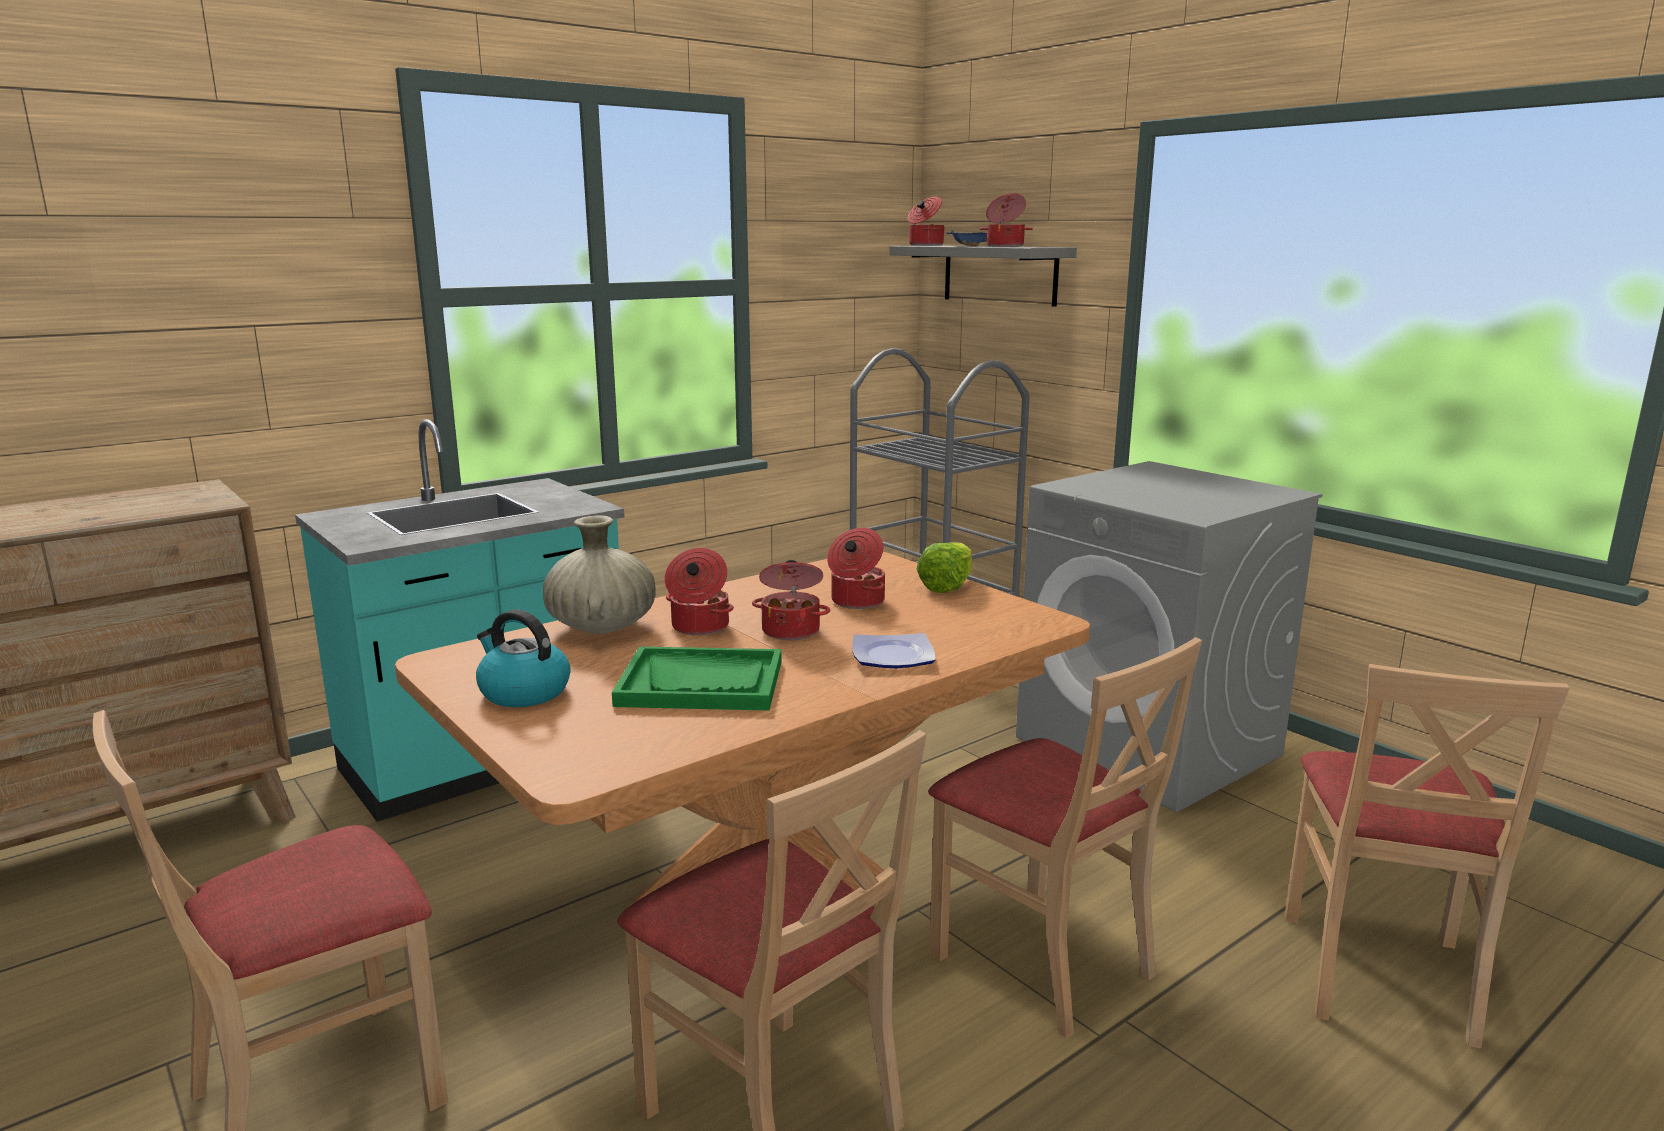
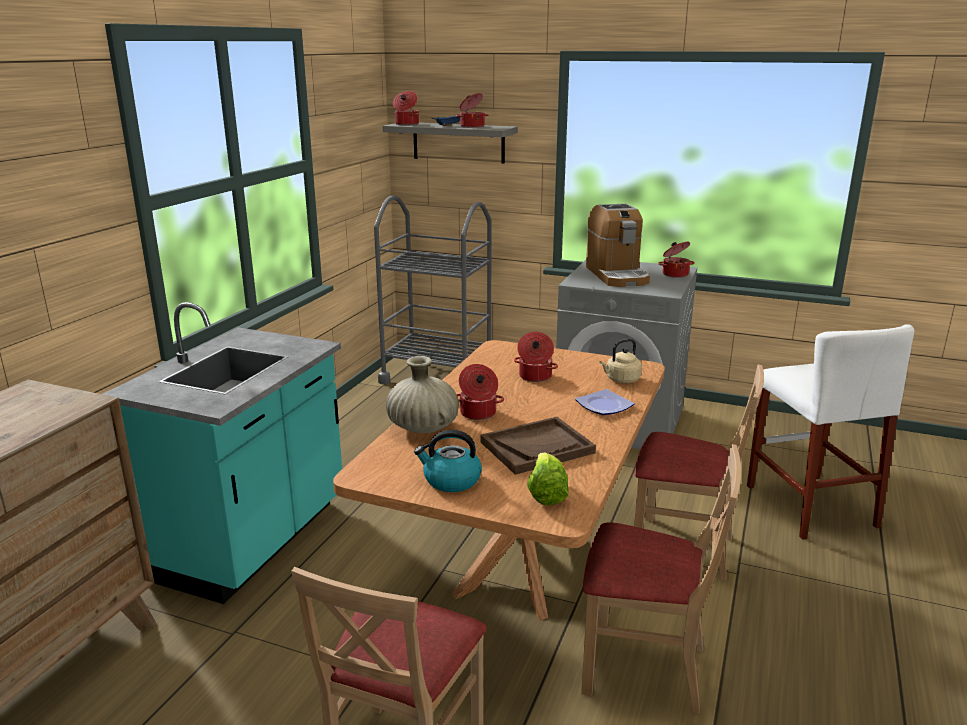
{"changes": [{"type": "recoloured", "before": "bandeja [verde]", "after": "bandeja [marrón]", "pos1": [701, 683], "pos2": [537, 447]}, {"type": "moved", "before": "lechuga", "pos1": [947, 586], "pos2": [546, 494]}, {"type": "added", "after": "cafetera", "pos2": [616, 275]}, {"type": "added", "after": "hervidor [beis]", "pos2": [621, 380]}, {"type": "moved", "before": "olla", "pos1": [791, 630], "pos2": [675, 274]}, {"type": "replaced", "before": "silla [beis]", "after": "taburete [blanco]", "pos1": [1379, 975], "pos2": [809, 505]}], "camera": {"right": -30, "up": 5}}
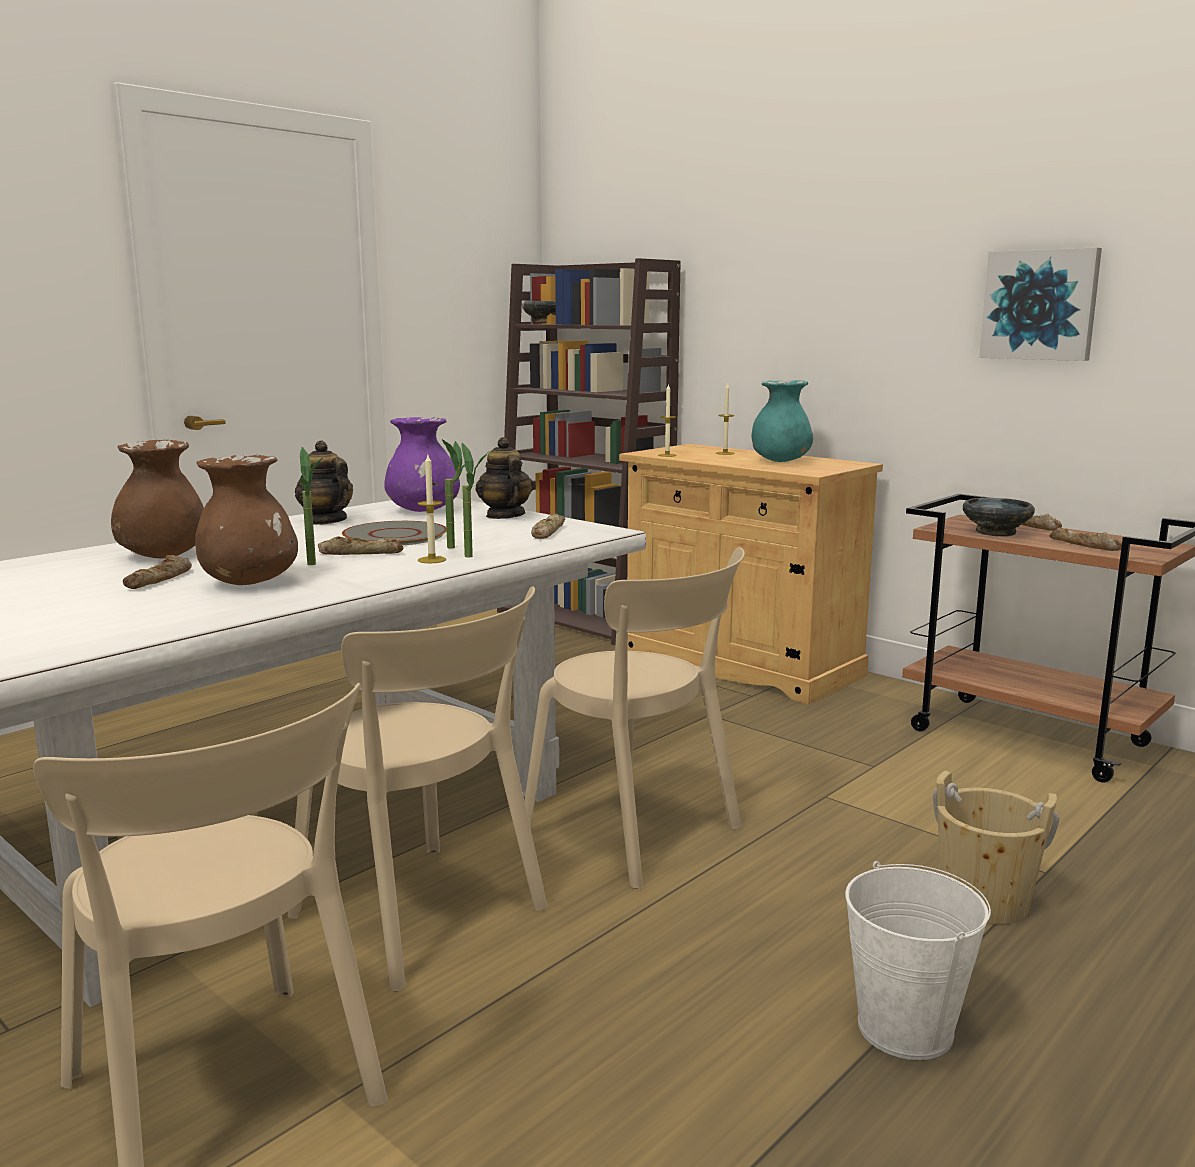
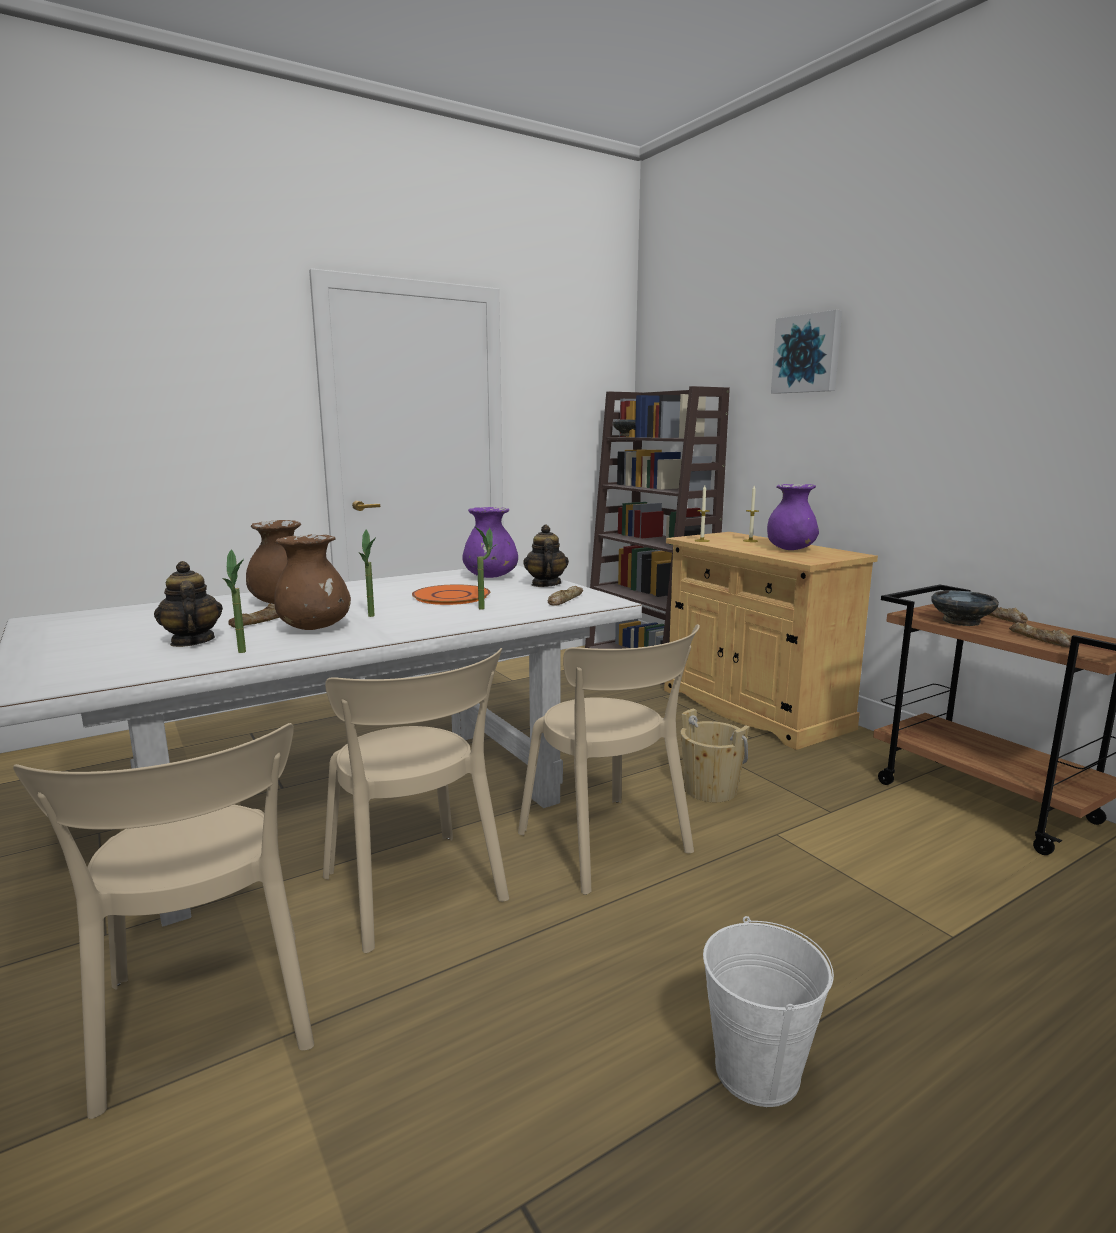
{"changes": [{"type": "moved", "before": "tetera", "pos1": [326, 521], "pos2": [192, 641]}, {"type": "moved", "before": "planta en maceta", "pos1": [474, 557], "pos2": [243, 653]}, {"type": "recoloured", "before": "plato [gris]", "after": "plato [naranja]", "pos1": [396, 536], "pos2": [452, 596]}, {"type": "moved", "before": "cubo [beis]", "pos1": [984, 901], "pos2": [710, 790]}, {"type": "recoloured", "before": "florero [turquesa]", "after": "florero [morado]", "pos1": [781, 461], "pos2": [790, 549]}, {"type": "moved", "before": "cuadro", "pos1": [1040, 305], "pos2": [807, 354]}, {"type": "removed", "before": "pan", "pos1": [360, 553]}, {"type": "removed", "before": "vela", "pos1": [432, 560]}], "camera": {"right": 15, "up": 0}}
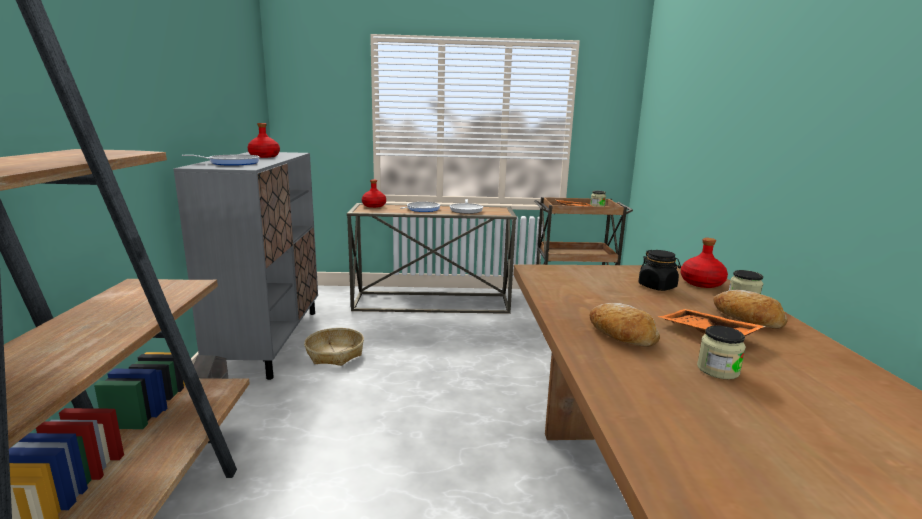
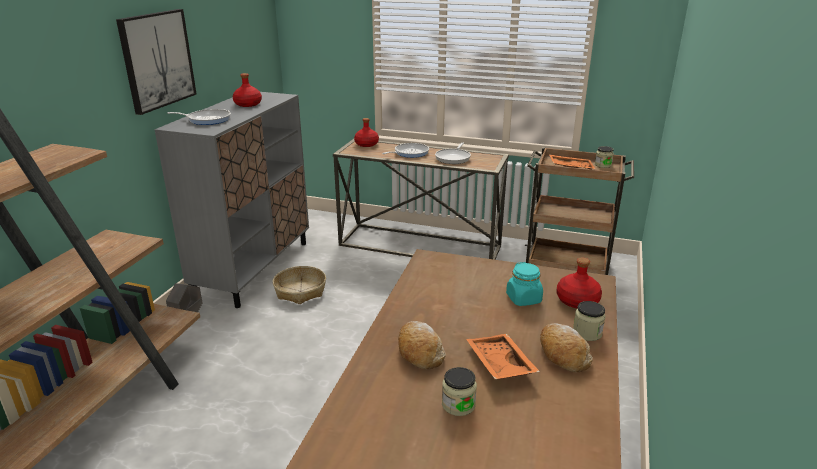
{"changes": [{"type": "added", "after": "cuadro", "pos2": [157, 60]}, {"type": "recoloured", "before": "tarro [negro]", "after": "tarro [turquesa]", "pos1": [657, 286], "pos2": [524, 299]}], "camera": {"right": 20, "up": 10}}
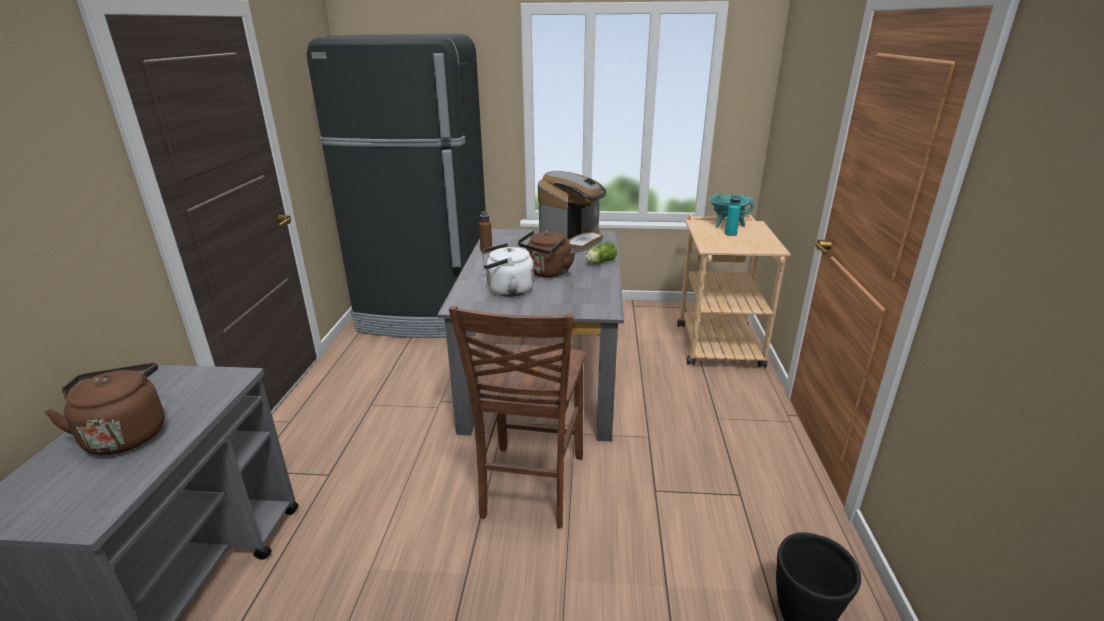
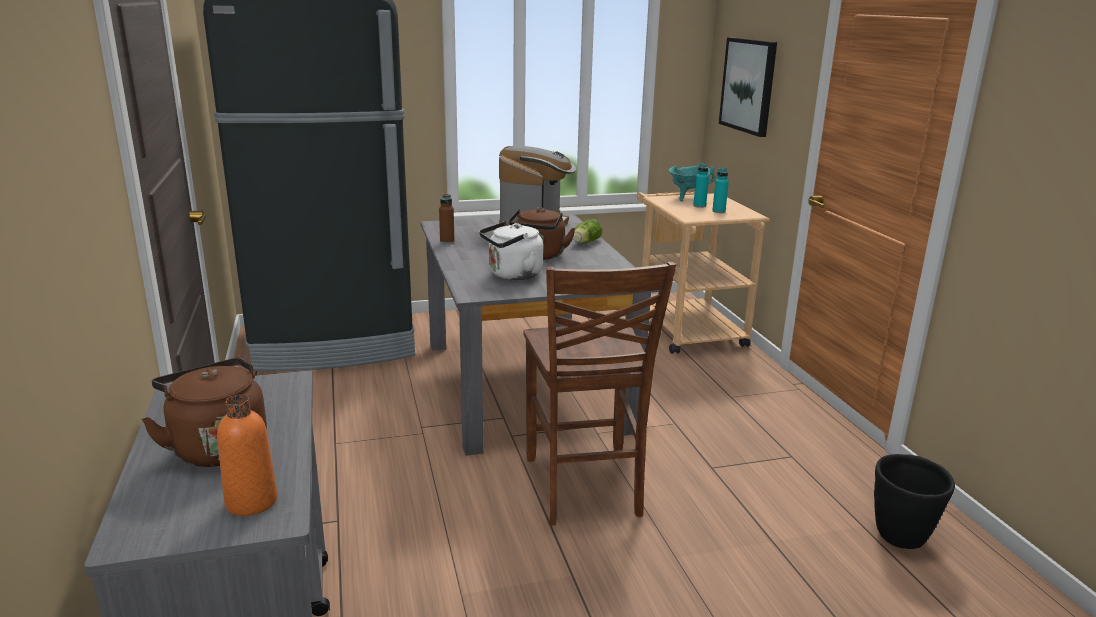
{"changes": [{"type": "added", "after": "botella [naranja]", "pos2": [251, 502]}, {"type": "added", "after": "botella [turquesa]", "pos2": [718, 211]}, {"type": "added", "after": "cuadro", "pos2": [749, 85]}], "camera": {"right": -20, "up": -5}}
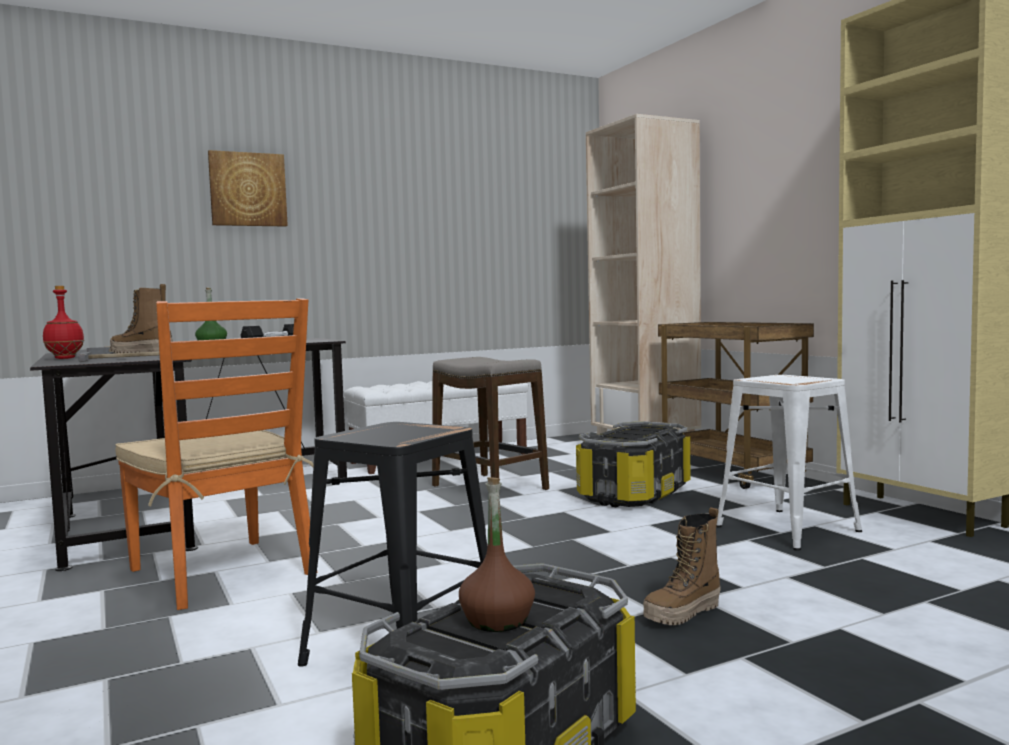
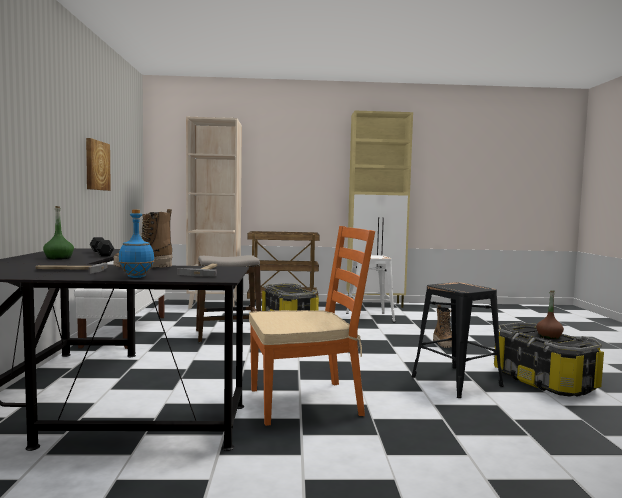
{"changes": [{"type": "moved", "before": "cuadro", "pos1": [247, 189], "pos2": [96, 165]}, {"type": "recoloured", "before": "botella [rojo]", "after": "botella [azul]", "pos1": [65, 358], "pos2": [136, 277]}], "camera": {"right": -65, "up": 0}}
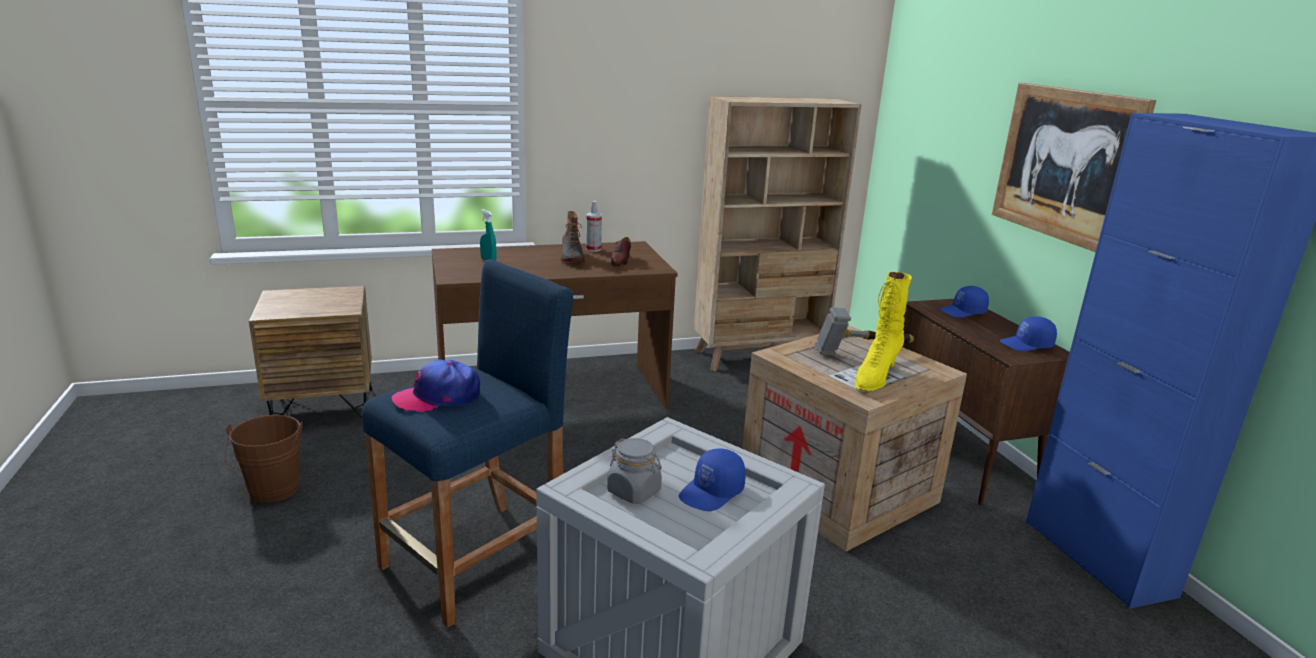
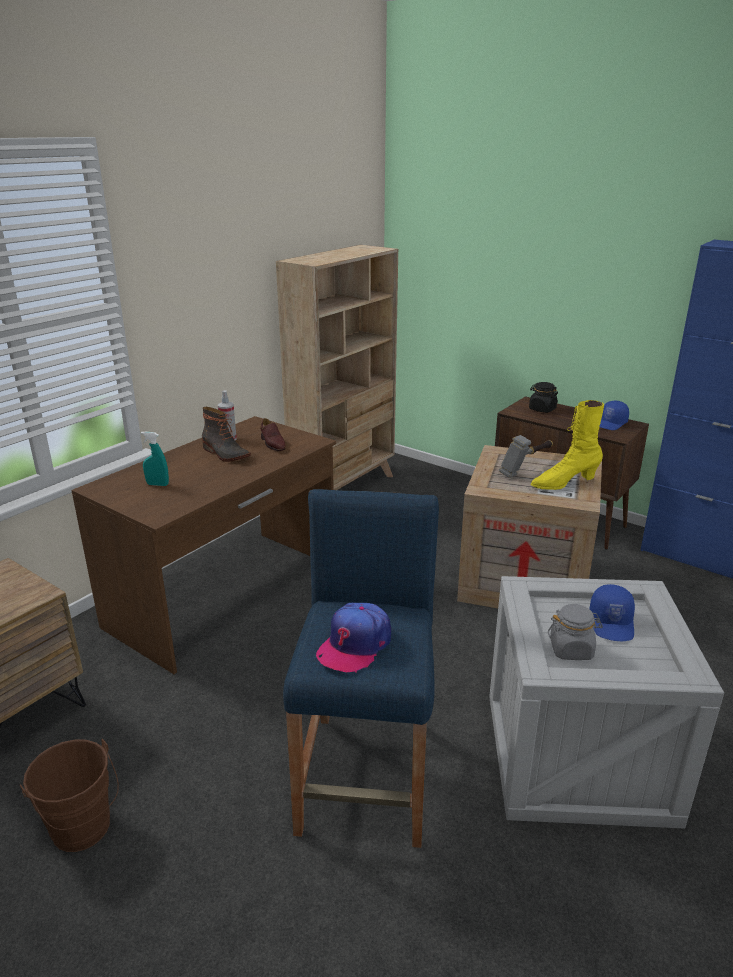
{"changes": [{"type": "replaced", "before": "gorra [azul]", "after": "tarro [negro]", "pos1": [963, 312], "pos2": [542, 409]}, {"type": "turned", "before": "bota [amarillo]", "pos1": [875, 377], "pos2": [564, 483], "turn": 75}, {"type": "removed", "before": "cuadro", "pos1": [1066, 164]}], "camera": {"right": -35, "up": 5}}
